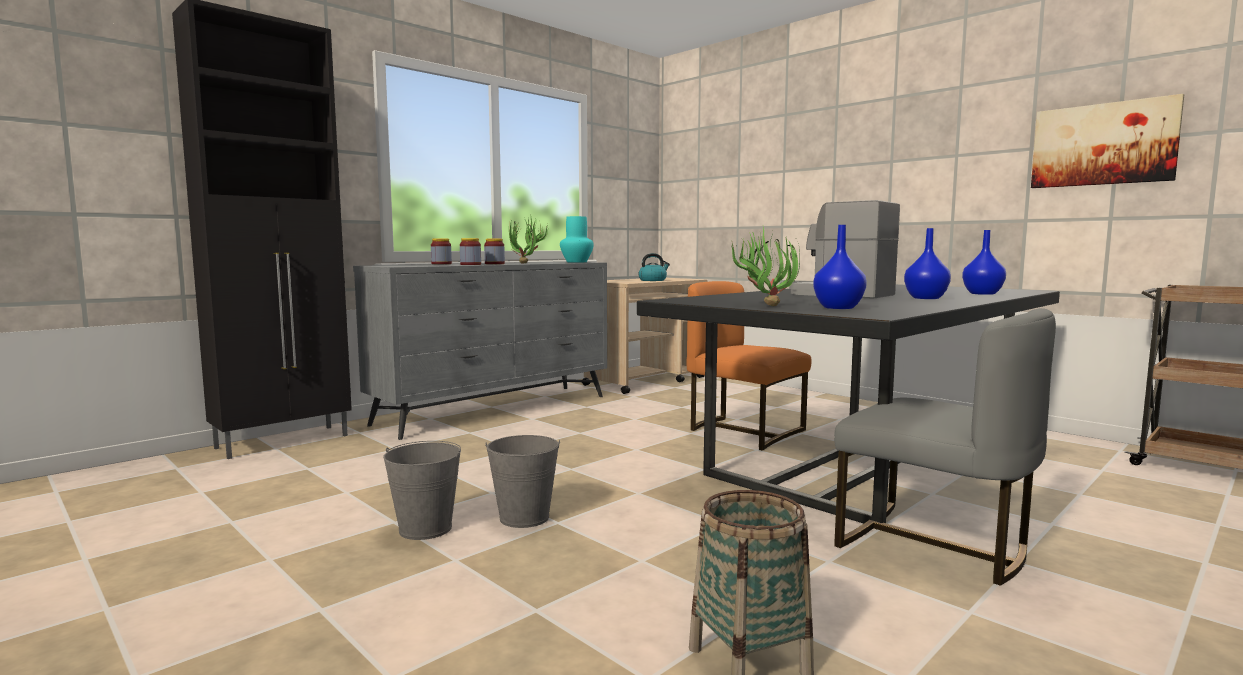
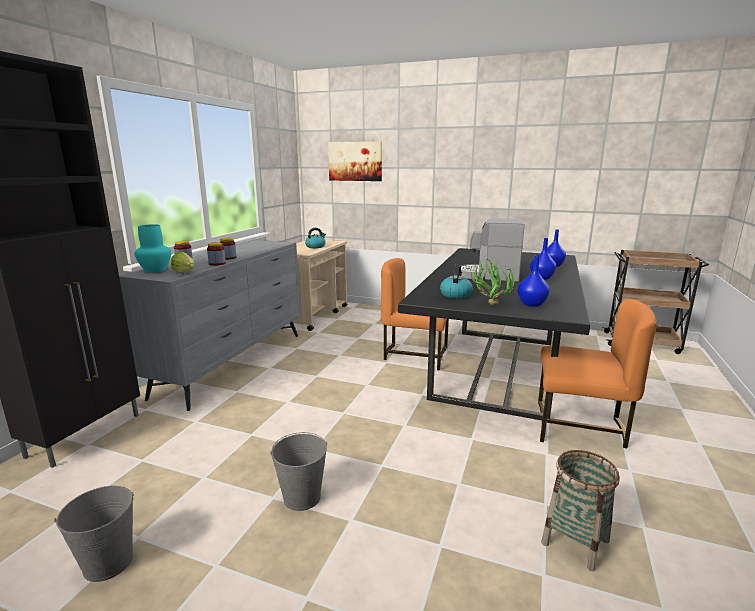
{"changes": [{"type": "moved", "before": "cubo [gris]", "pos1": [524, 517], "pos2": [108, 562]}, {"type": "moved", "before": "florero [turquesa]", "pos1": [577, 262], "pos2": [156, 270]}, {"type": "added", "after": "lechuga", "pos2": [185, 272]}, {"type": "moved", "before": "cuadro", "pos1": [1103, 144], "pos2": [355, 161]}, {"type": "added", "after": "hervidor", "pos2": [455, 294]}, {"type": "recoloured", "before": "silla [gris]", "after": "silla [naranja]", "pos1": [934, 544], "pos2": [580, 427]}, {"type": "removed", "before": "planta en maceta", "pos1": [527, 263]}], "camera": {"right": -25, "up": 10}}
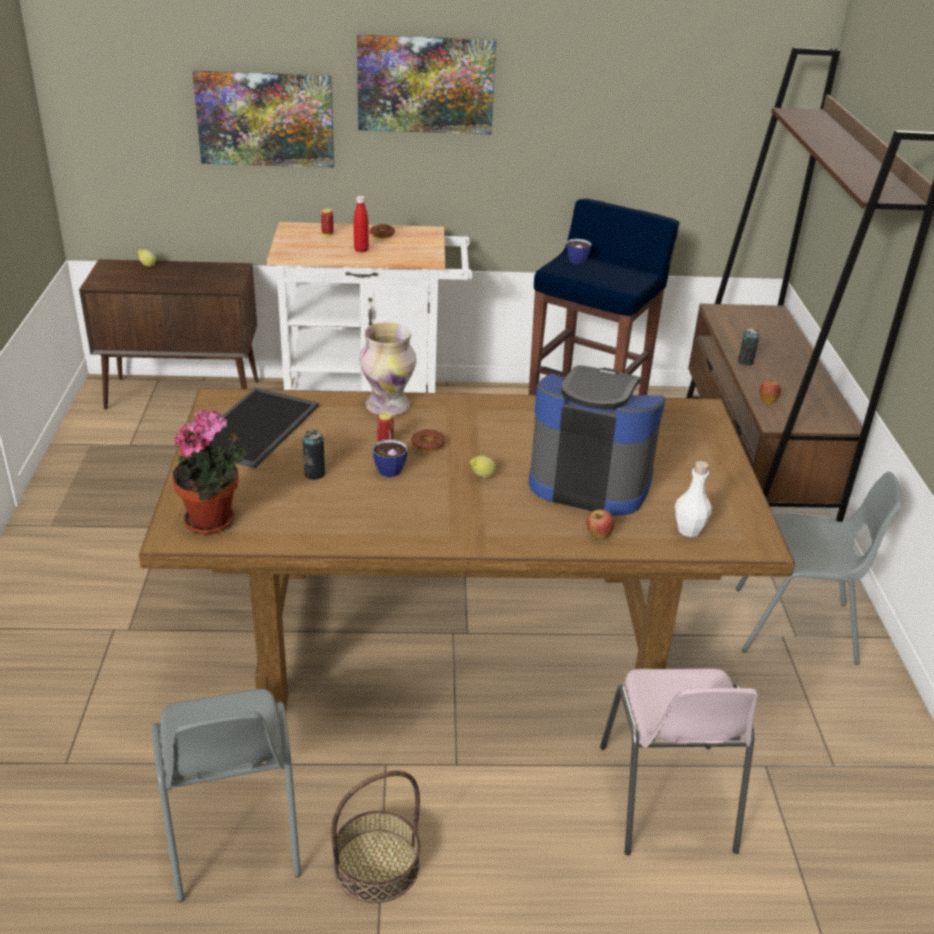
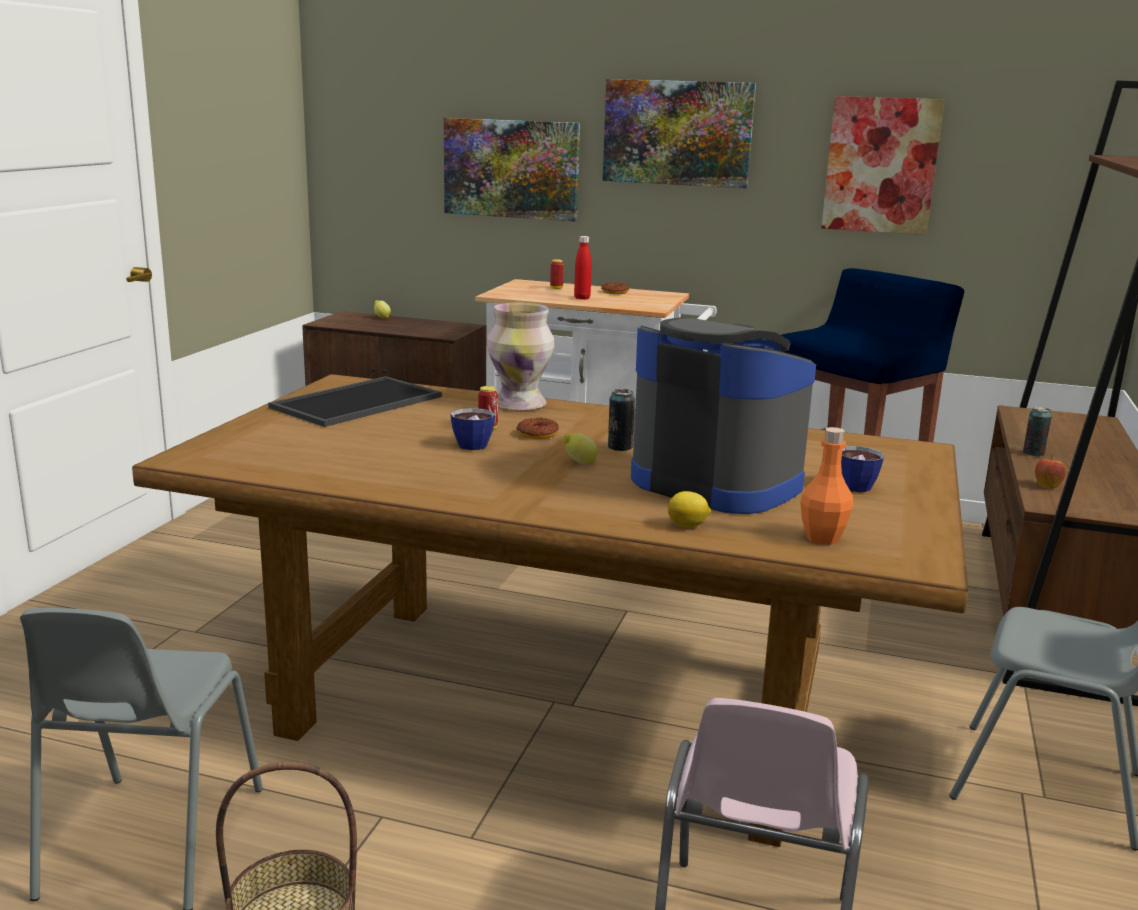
{"changes": [{"type": "moved", "before": "lata", "pos1": [314, 474], "pos2": [620, 447]}, {"type": "replaced", "before": "manzana", "after": "limón", "pos1": [598, 536], "pos2": [688, 525]}, {"type": "recoloured", "before": "botella [blanco]", "after": "botella [naranja]", "pos1": [689, 530], "pos2": [822, 538]}, {"type": "added", "after": "cuadro", "pos2": [881, 165]}, {"type": "moved", "before": "taza", "pos1": [579, 260], "pos2": [860, 485]}, {"type": "removed", "before": "planta en maceta", "pos1": [215, 521]}], "camera": {"right": 20, "up": -15}}
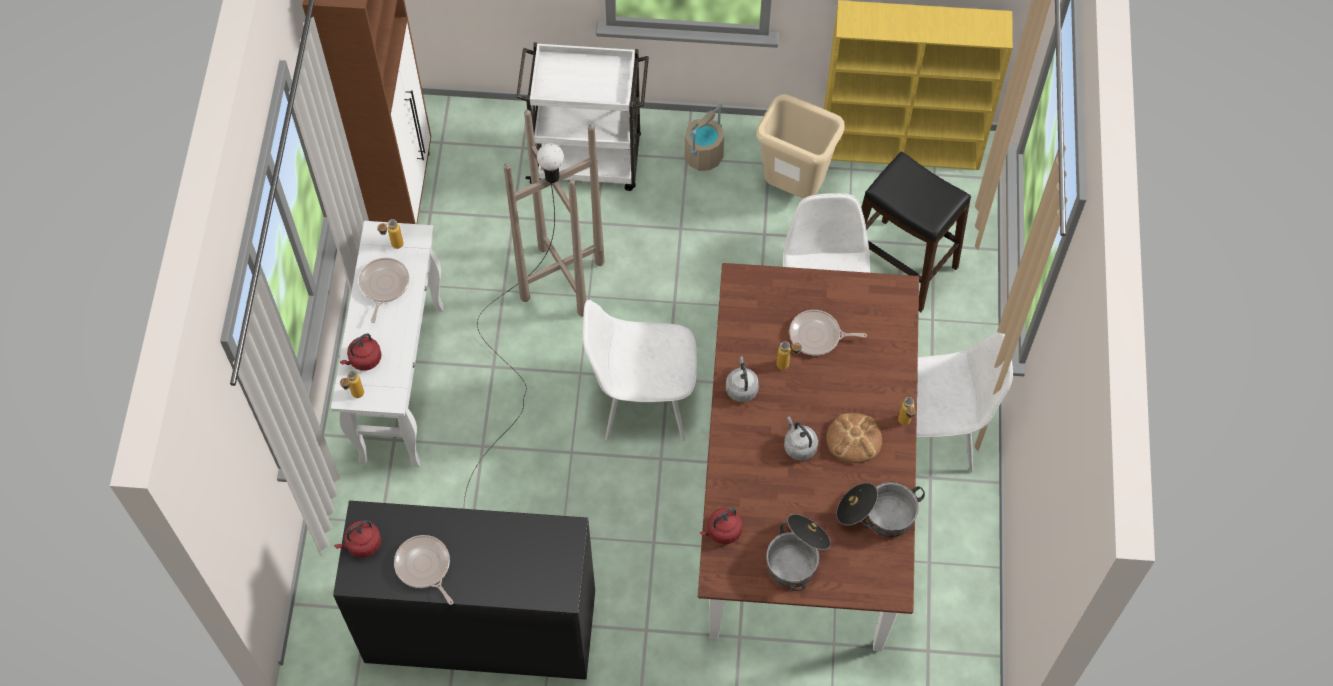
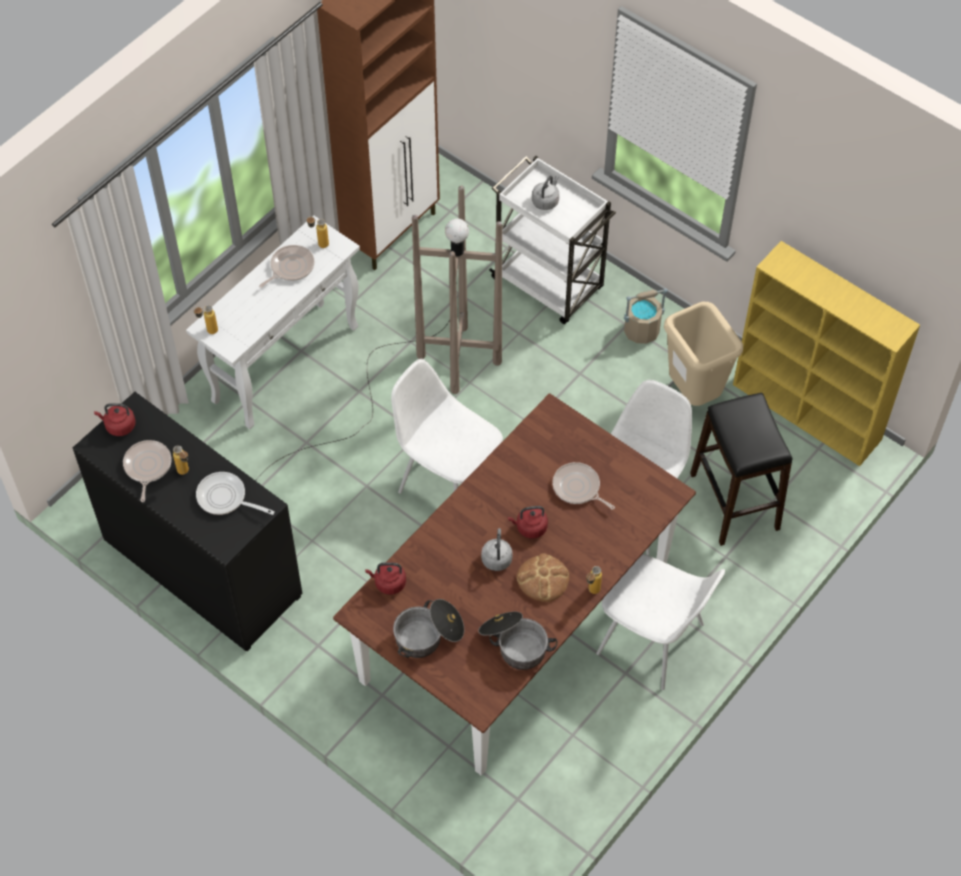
{"changes": [{"type": "moved", "before": "botella", "pos1": [787, 366], "pos2": [185, 473]}, {"type": "added", "after": "sartén", "pos2": [225, 498]}, {"type": "moved", "before": "hervidor [rojo]", "pos1": [364, 360], "pos2": [529, 528]}, {"type": "moved", "before": "hervidor [gris]", "pos1": [741, 387], "pos2": [546, 201]}], "camera": {"right": 35, "up": -5}}
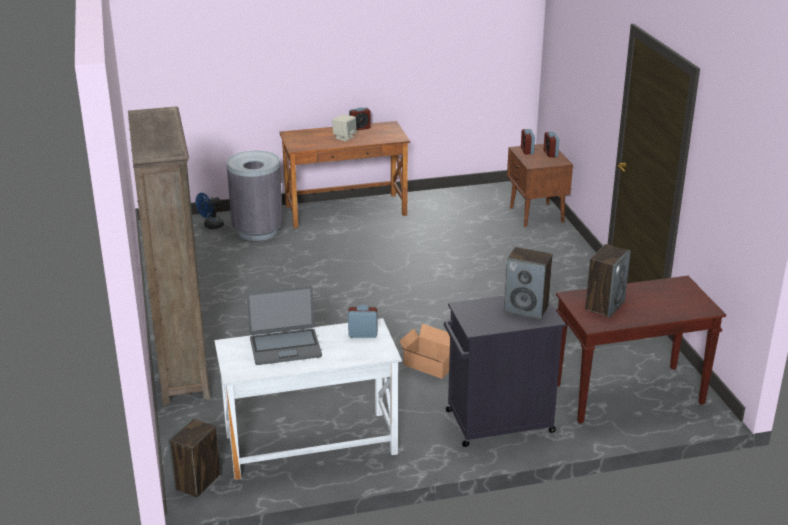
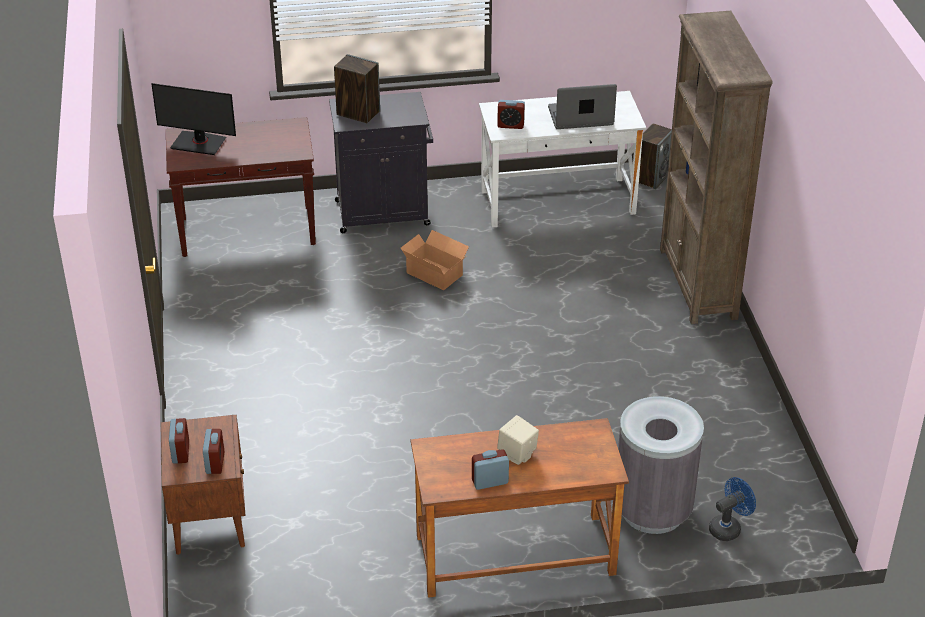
{"changes": [{"type": "added", "after": "monitor", "pos2": [199, 143]}, {"type": "removed", "before": "altavoz", "pos1": [604, 305]}], "camera": {"right": -175, "up": 10}}
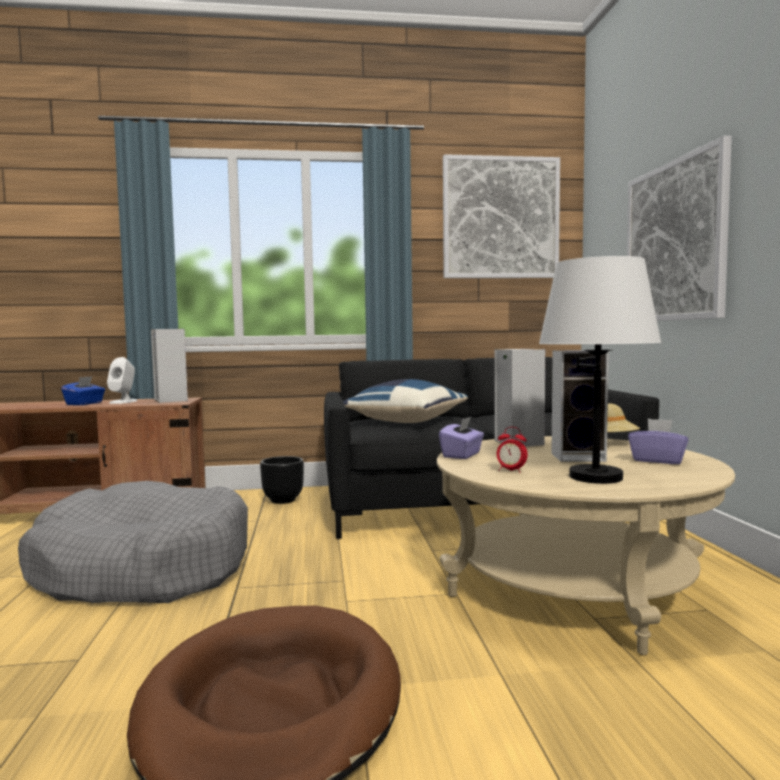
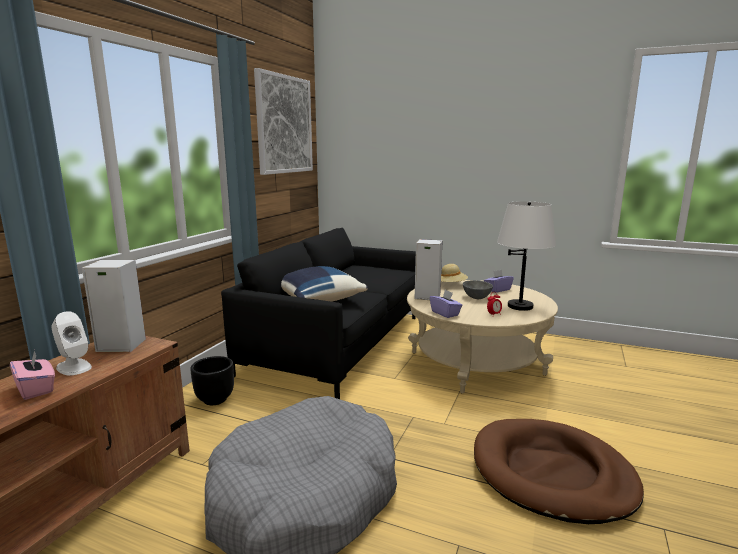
{"changes": [{"type": "recoloured", "before": "caja de pañuelos [azul]", "after": "caja de pañuelos [rosa]", "pos1": [84, 403], "pos2": [36, 389]}, {"type": "replaced", "before": "altavoz", "after": "cuenco [gris]", "pos1": [580, 457], "pos2": [476, 297]}, {"type": "removed", "before": "cuadro", "pos1": [674, 242]}], "camera": {"right": -60, "up": 10}}
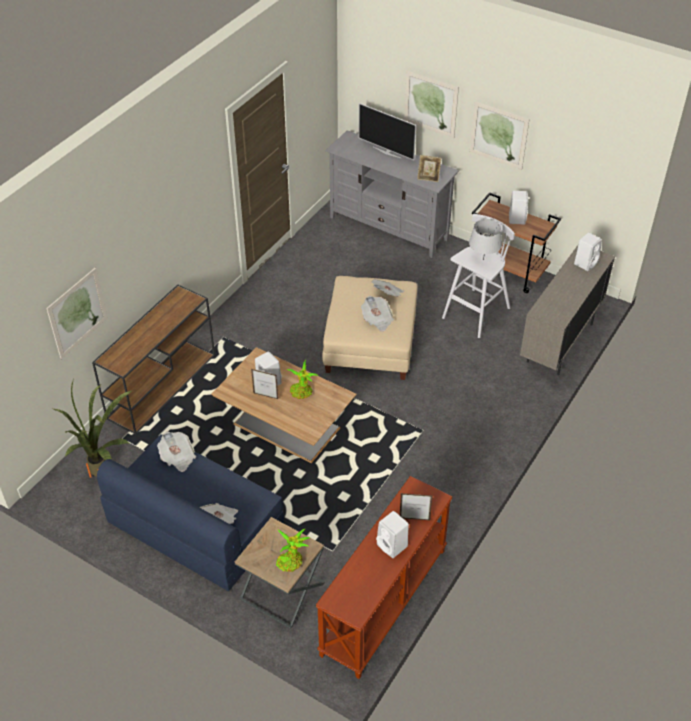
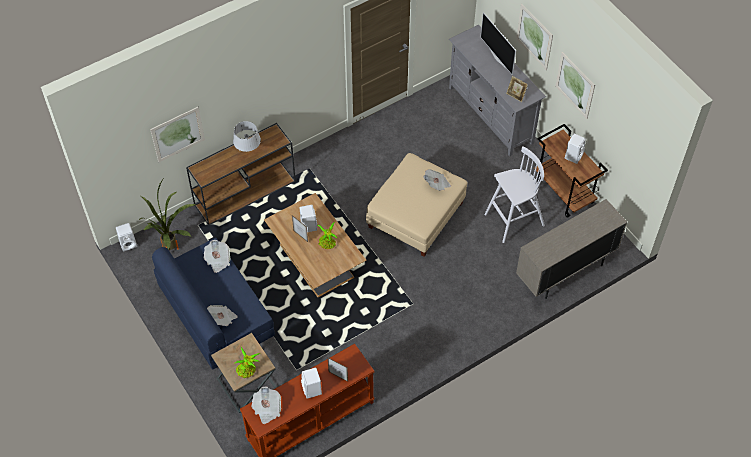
{"changes": [{"type": "moved", "before": "altavoz [blanco]", "pos1": [586, 263], "pos2": [129, 243]}, {"type": "moved", "before": "lámpara de mesa [gris]", "pos1": [483, 259], "pos2": [248, 151]}, {"type": "moved", "before": "periódico", "pos1": [377, 320], "pos2": [267, 409]}], "camera": {"right": 25, "up": 10}}
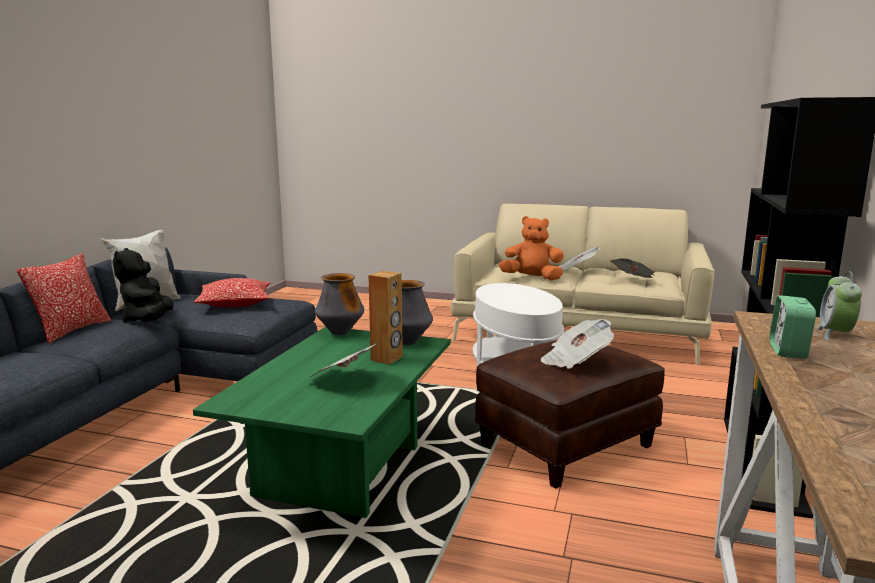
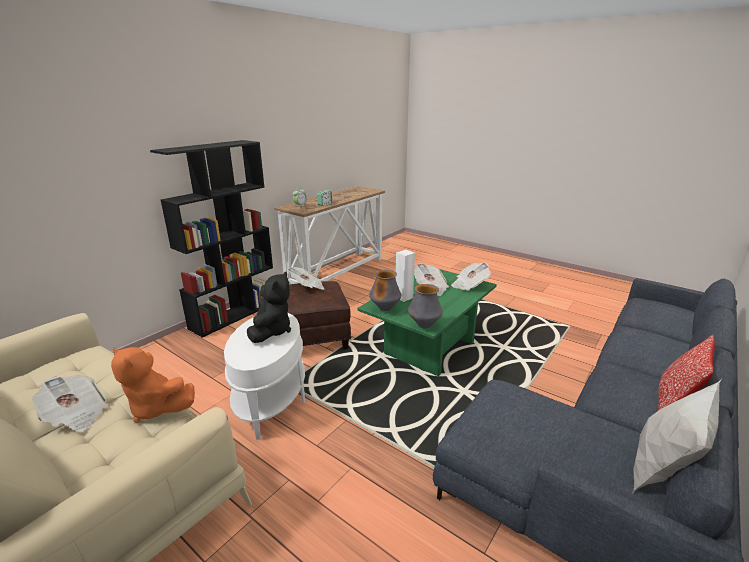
{"changes": [{"type": "moved", "before": "peluche [negro]", "pos1": [148, 320], "pos2": [271, 331]}, {"type": "recoloured", "before": "altavoz [marrón]", "after": "altavoz [blanco]", "pos1": [387, 358], "pos2": [403, 297]}, {"type": "moved", "before": "periódico", "pos1": [633, 280], "pos2": [469, 285]}, {"type": "removed", "before": "cojín", "pos1": [235, 304]}], "camera": {"right": -160, "up": 10}}
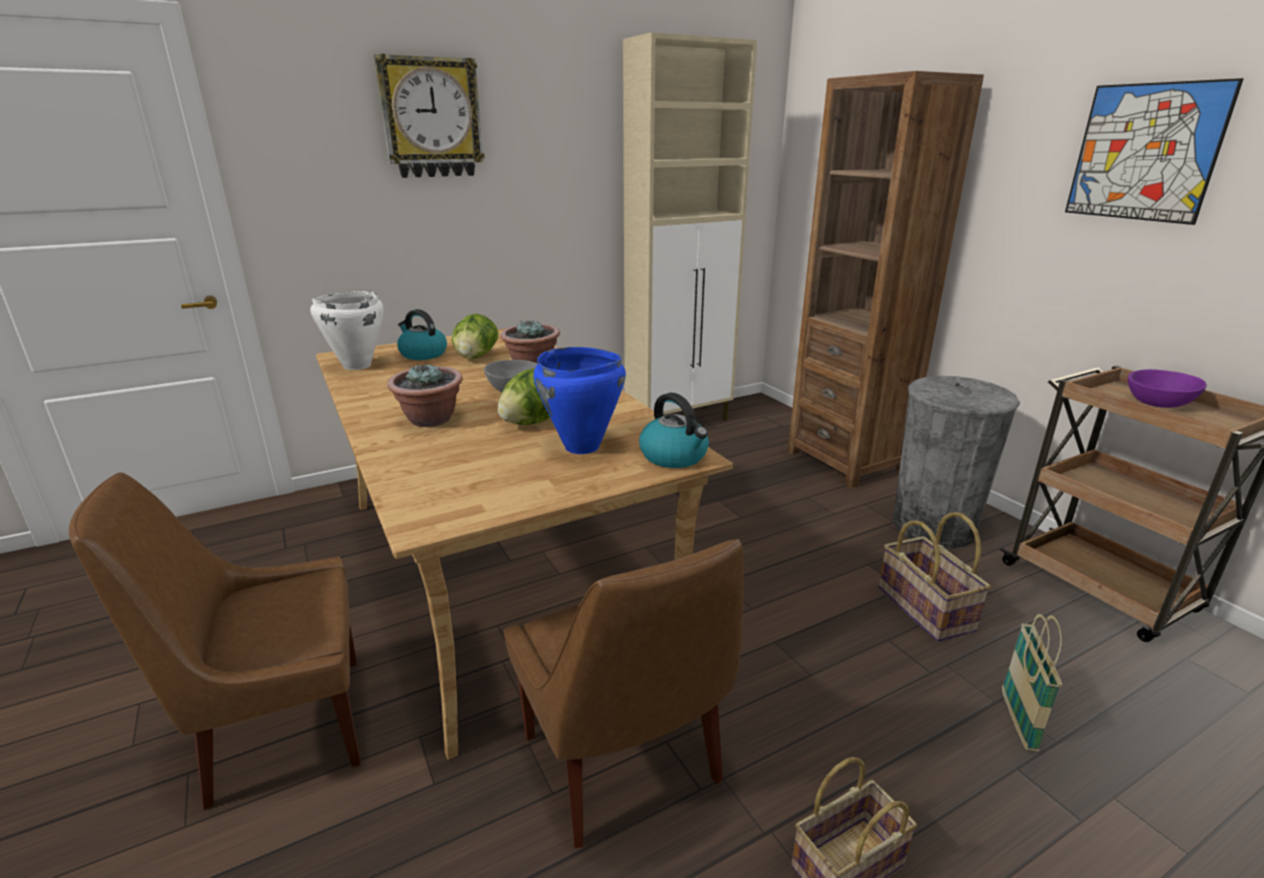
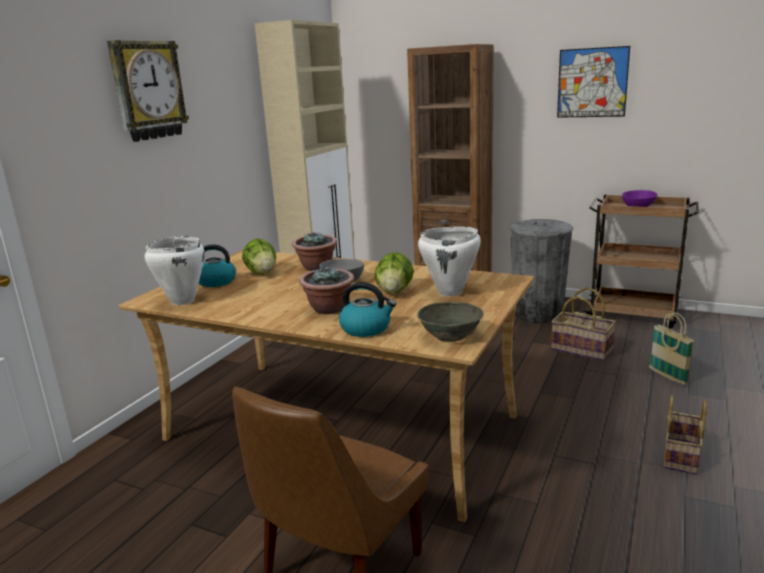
{"changes": [{"type": "moved", "before": "hervidor", "pos1": [674, 456], "pos2": [366, 328]}, {"type": "added", "after": "cuenco [gris]", "pos2": [450, 335]}, {"type": "recoloured", "before": "olla [azul]", "after": "olla [blanco]", "pos1": [582, 447], "pos2": [450, 292]}, {"type": "removed", "before": "silla [marrón]", "pos1": [624, 764]}], "camera": {"right": -35, "up": -5}}
